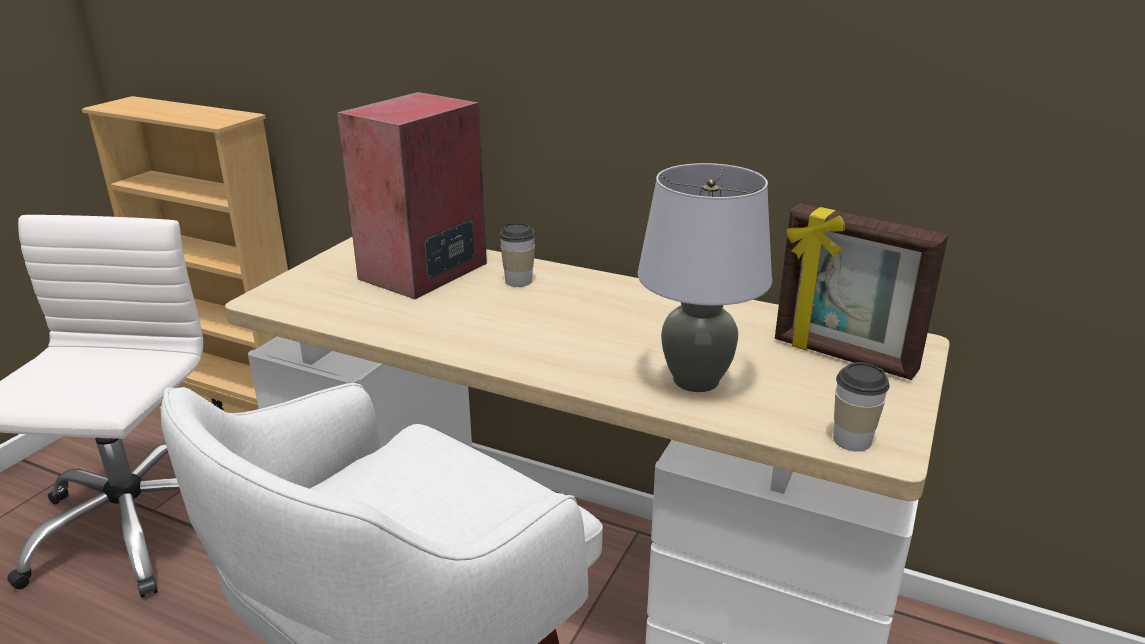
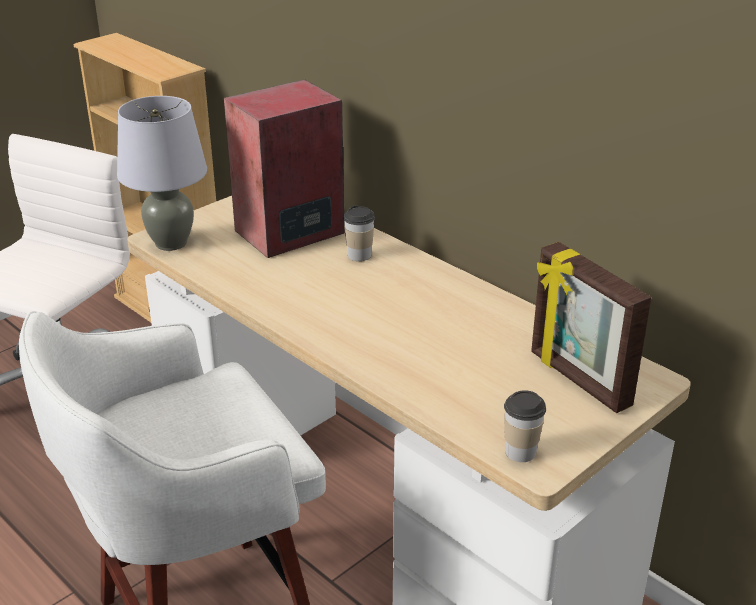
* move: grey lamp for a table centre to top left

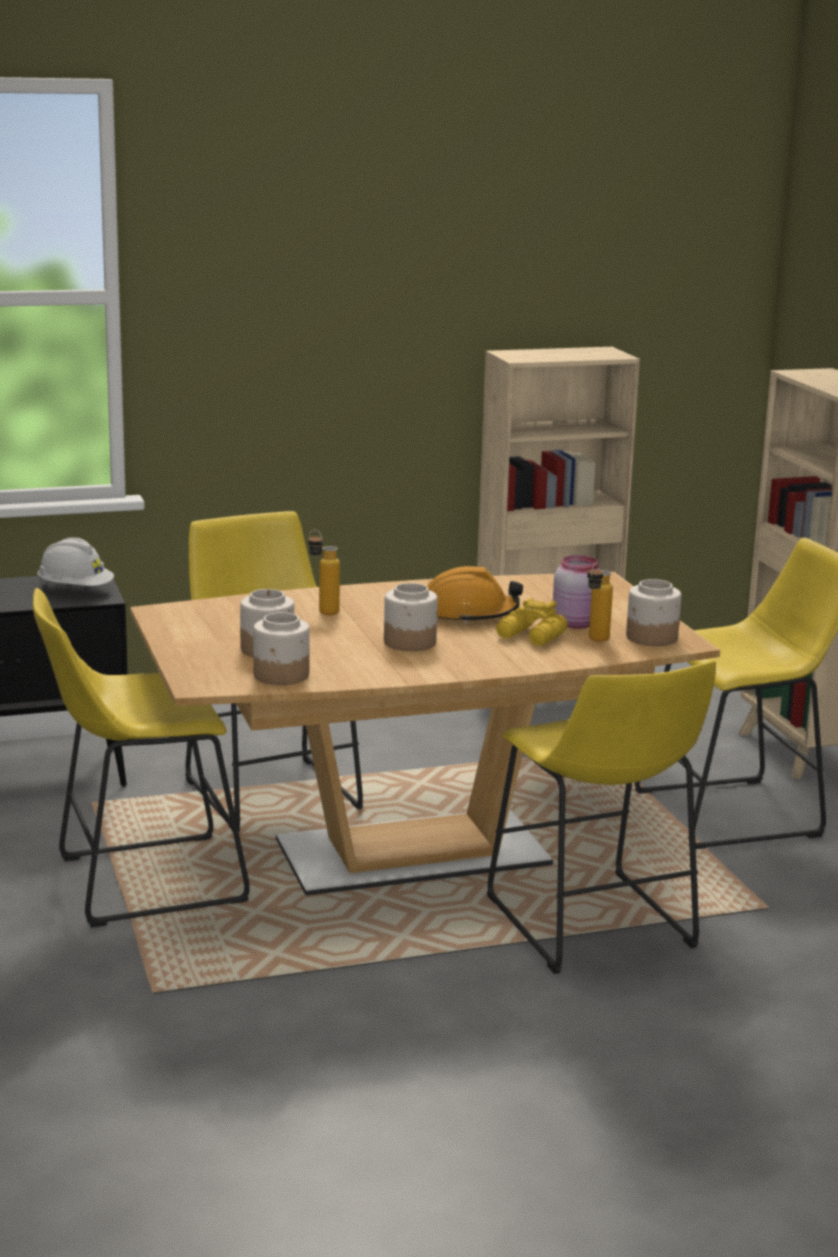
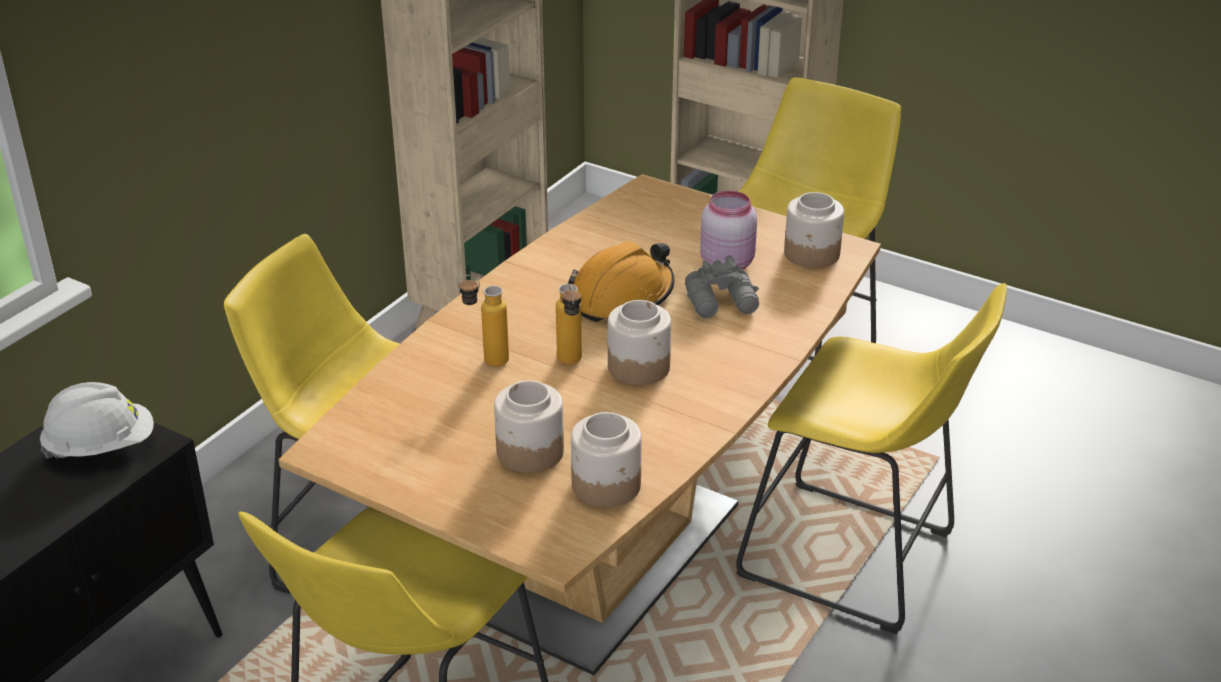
* move: bottle (2nd from left) middle right to centre
* recolor: yellow pair of binoculars centre to grey pair of binoculars centre

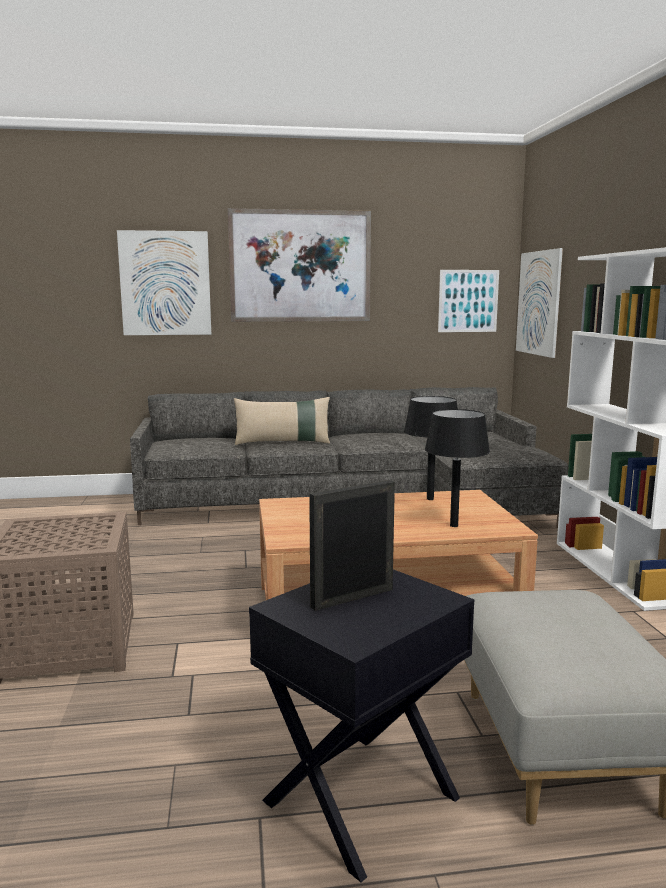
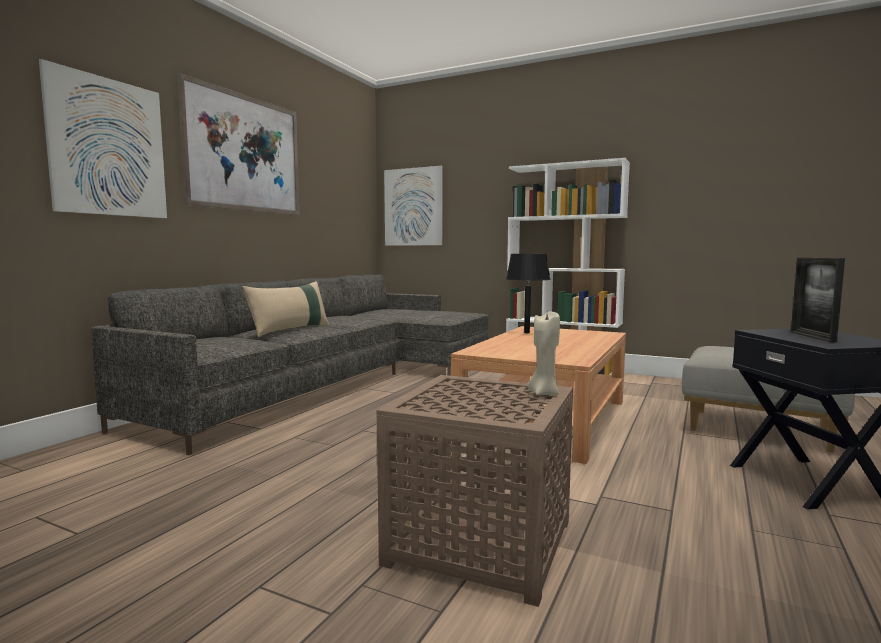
* delete: picture (3rd from left) middle right
* delete: black lamp for a table (2nd from left) middle right
* insert: sand-coloured wax light centre

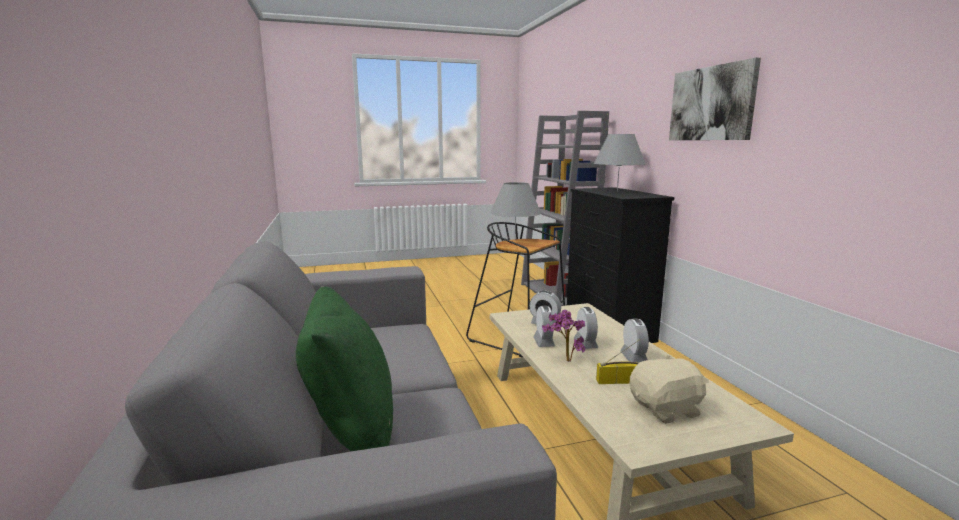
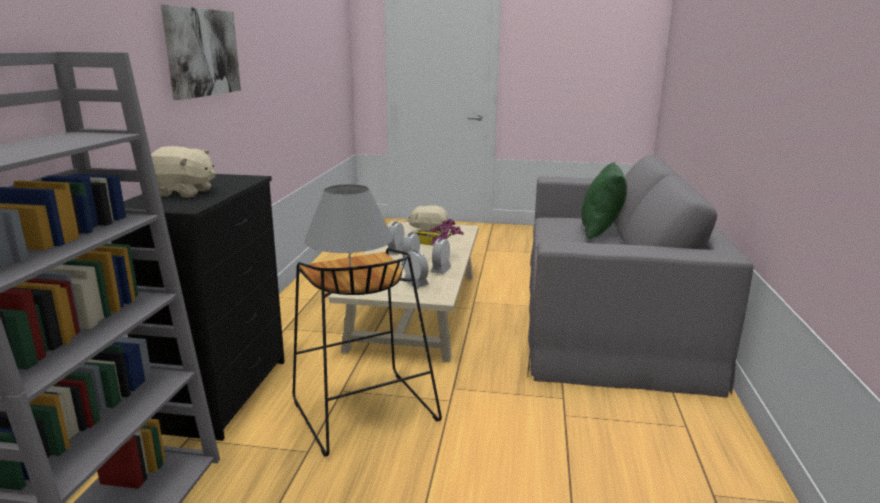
* replace: grey lamp for a table (2nd from left) top centre to sand-coloured plush toy (1st from left) middle left

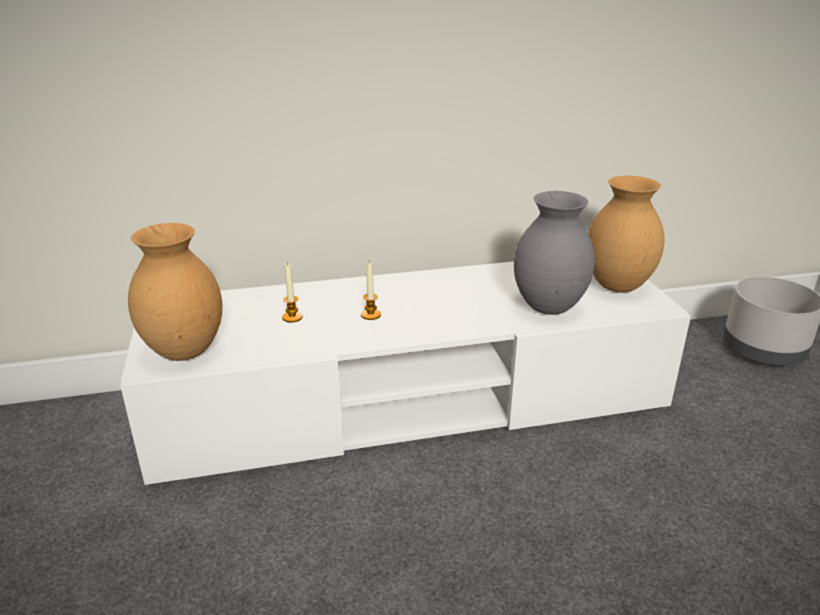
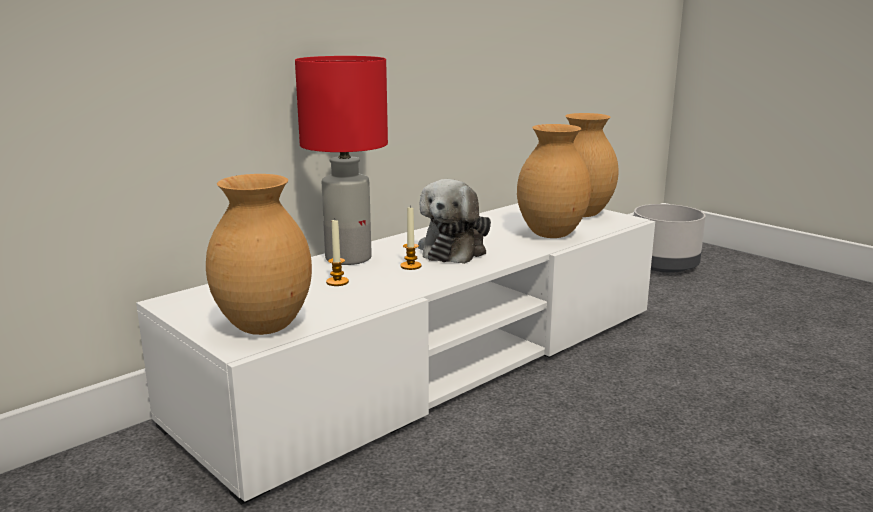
* recolor: grey flower vase middle right to brownish flower vase (2nd from left) centre
* insert: red lamp for a table top centre
* insert: plush toy centre

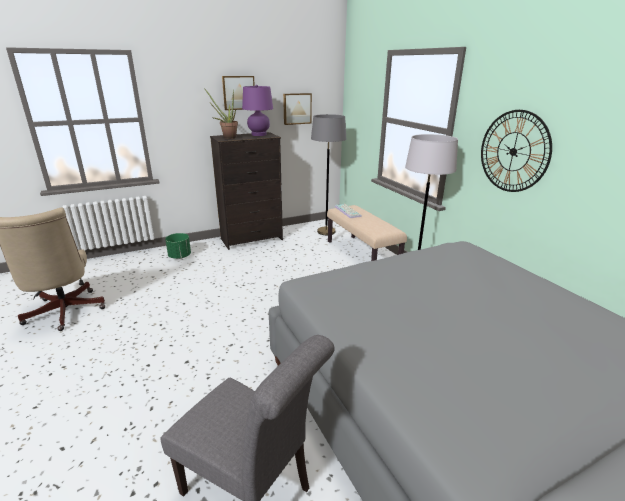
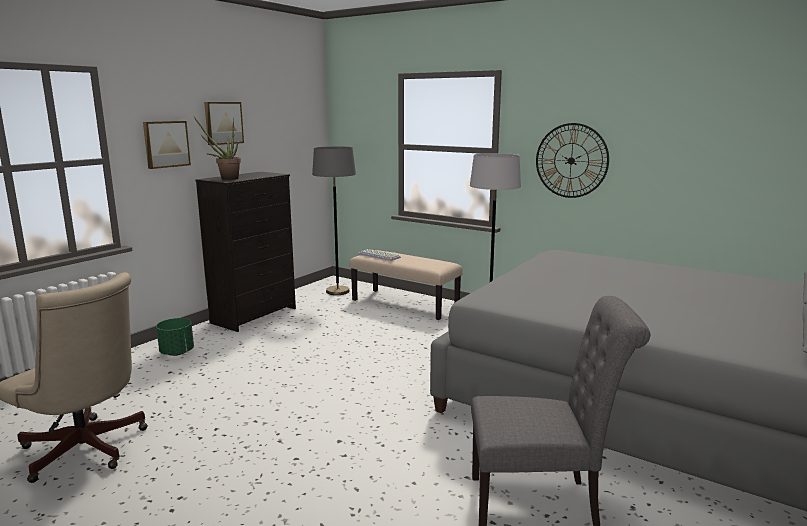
* delete: purple lamp for a table top centre
* move: picture (2nd from left in the first image) top centre to picture (1st from left) top left

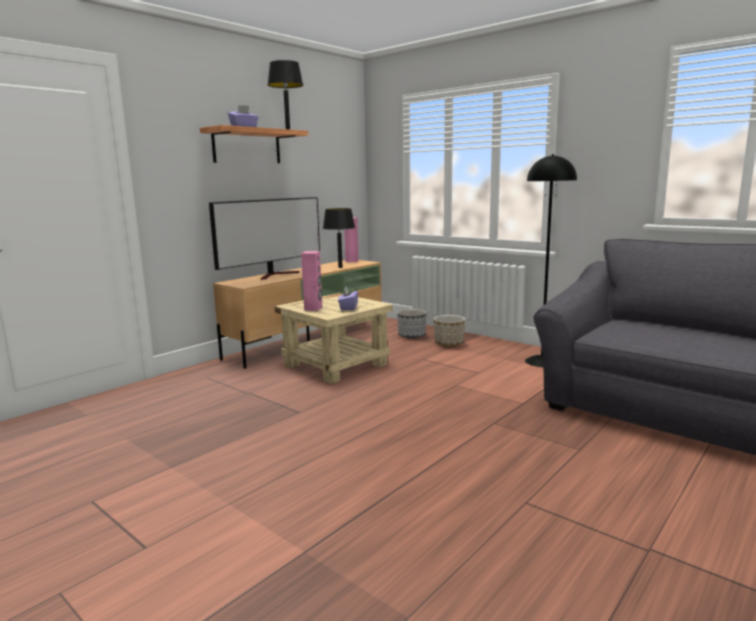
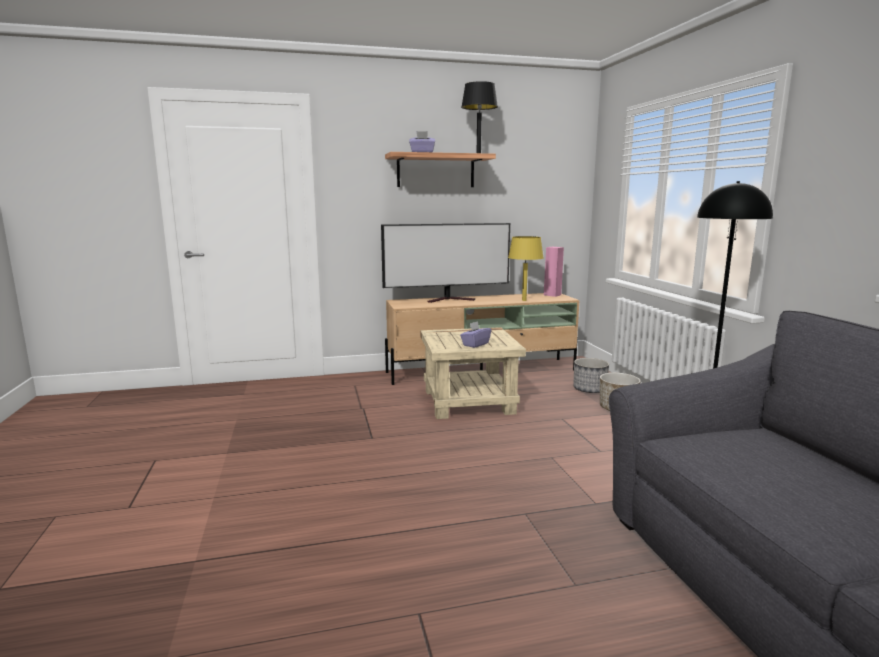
* recolor: black lamp for a table (2nd from left) centre to yellow lamp for a table centre
* delete: pink-coloured speaker (1st from left) centre

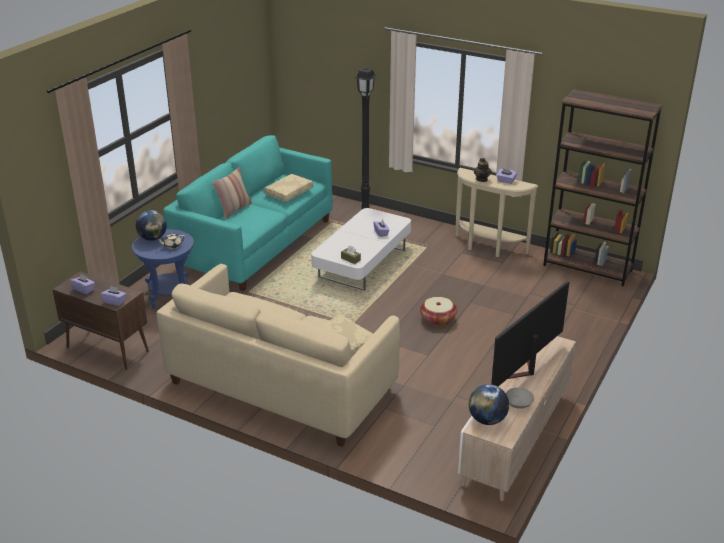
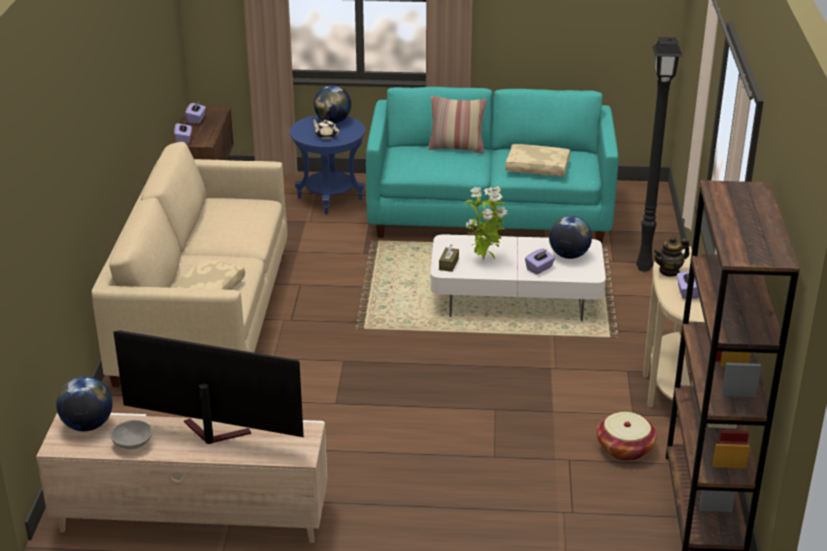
* move: basket centre to bottom right
* insert: plant in a pot centre
* insert: globe (3rd from left) middle right

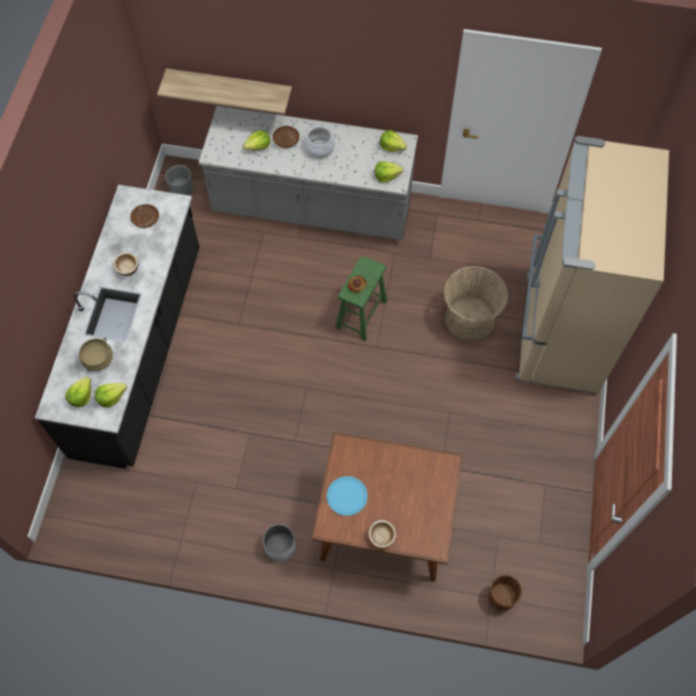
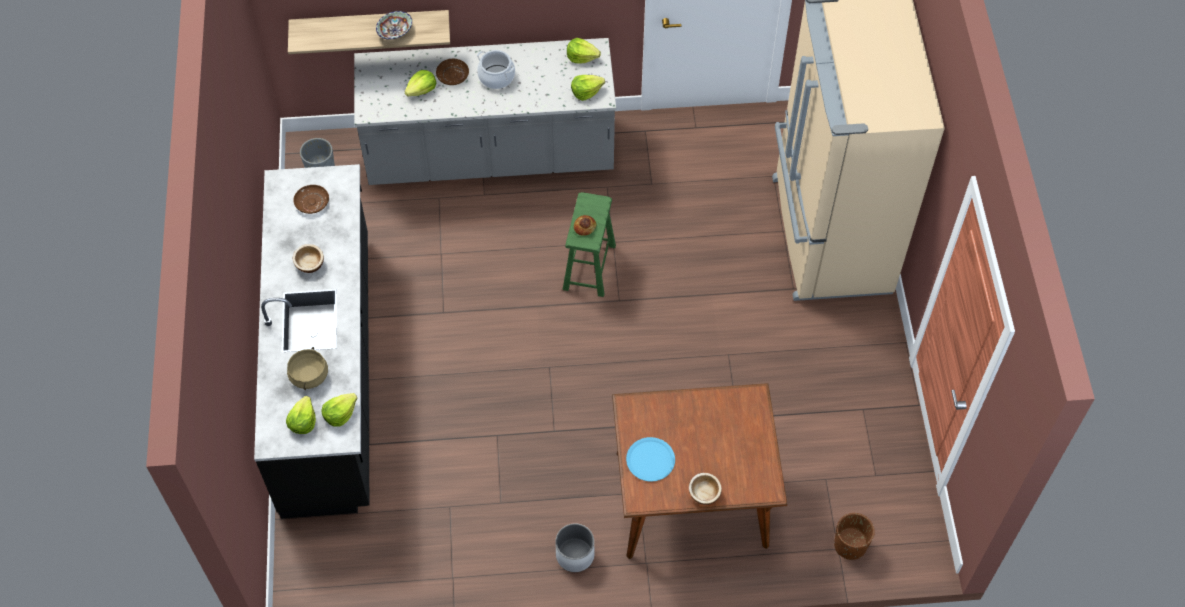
* delete: basket middle right
* insert: deep dish (2nd from left) top left

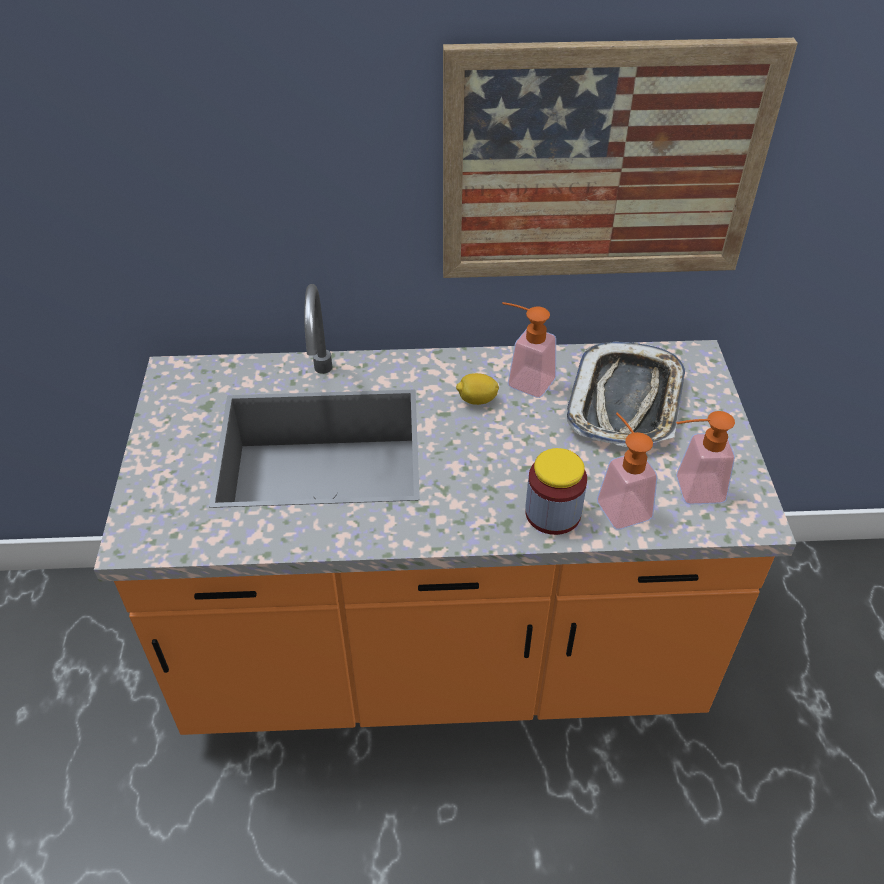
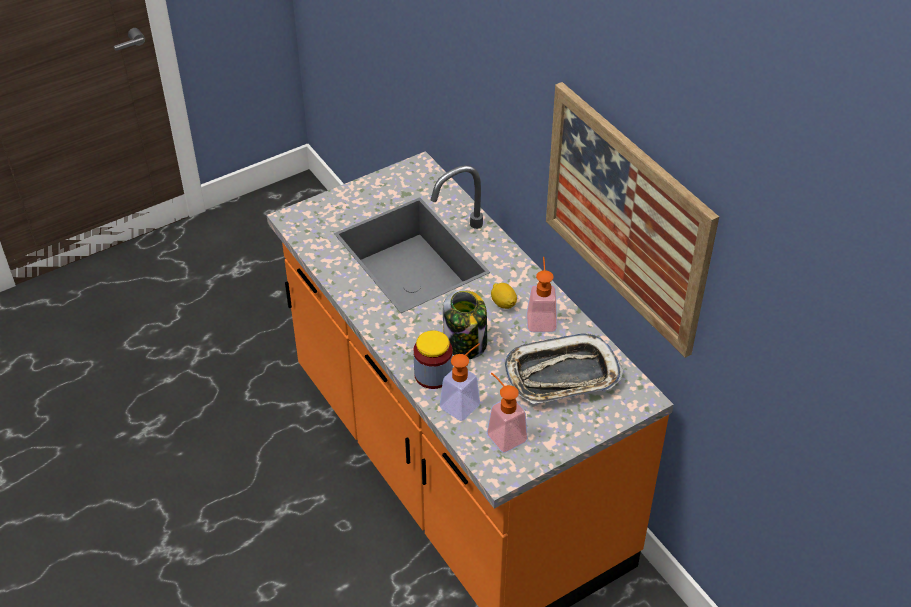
* insert: storage jar (2nd from left) centre

